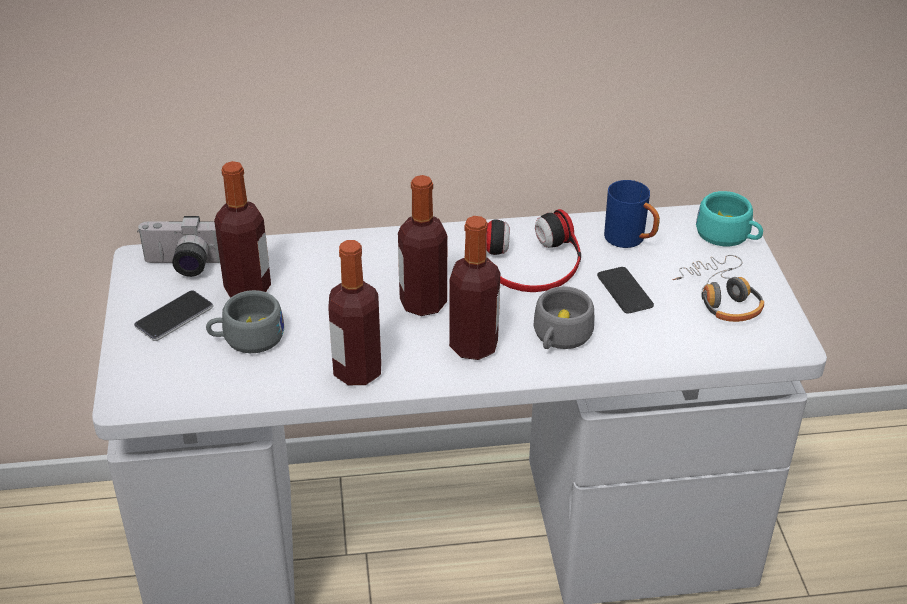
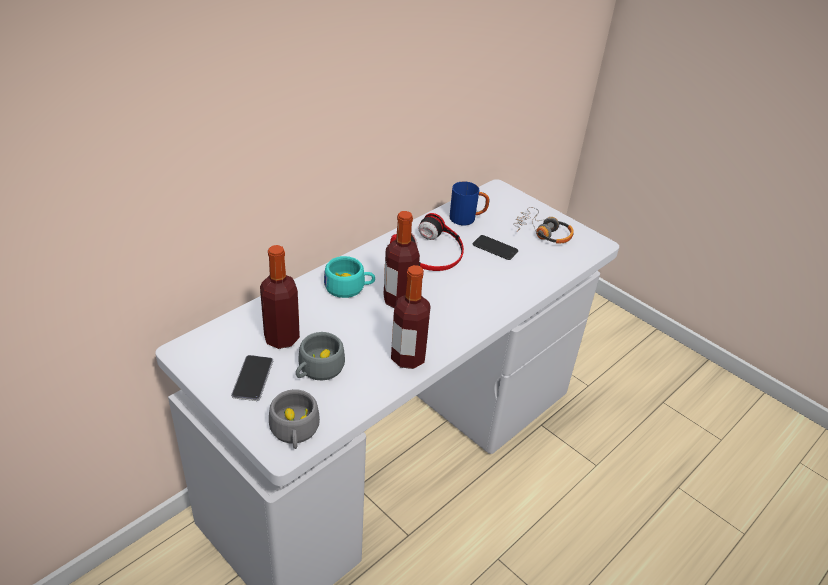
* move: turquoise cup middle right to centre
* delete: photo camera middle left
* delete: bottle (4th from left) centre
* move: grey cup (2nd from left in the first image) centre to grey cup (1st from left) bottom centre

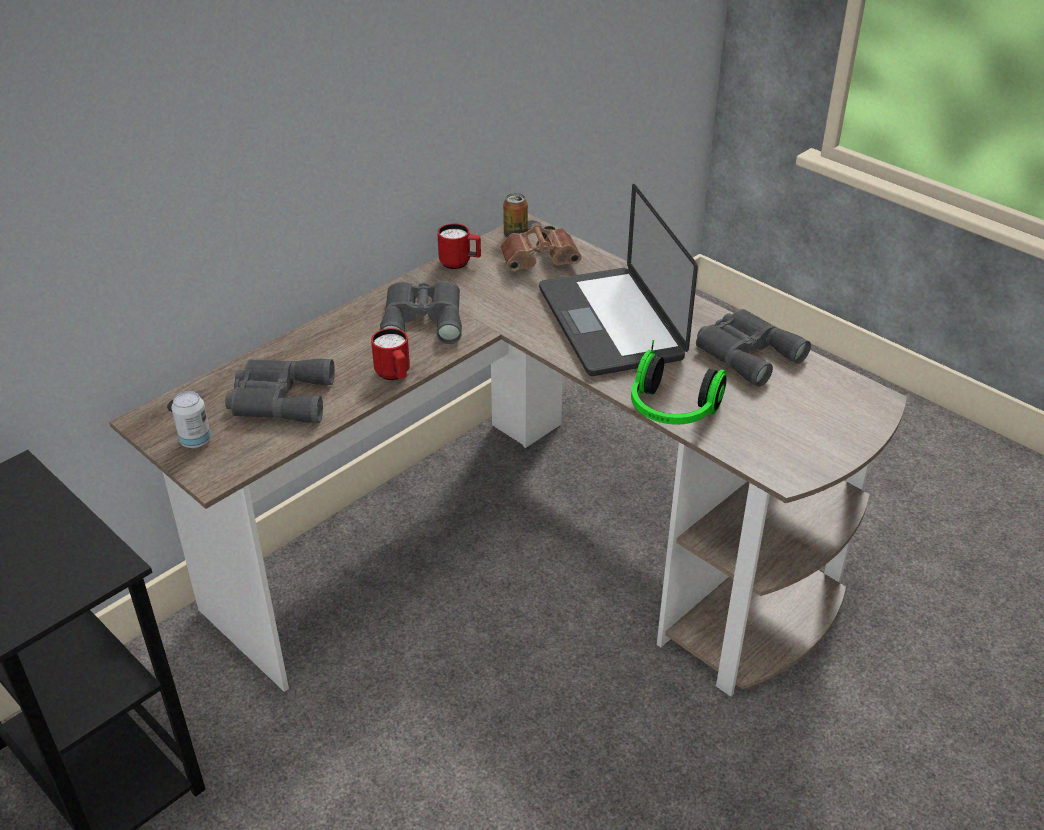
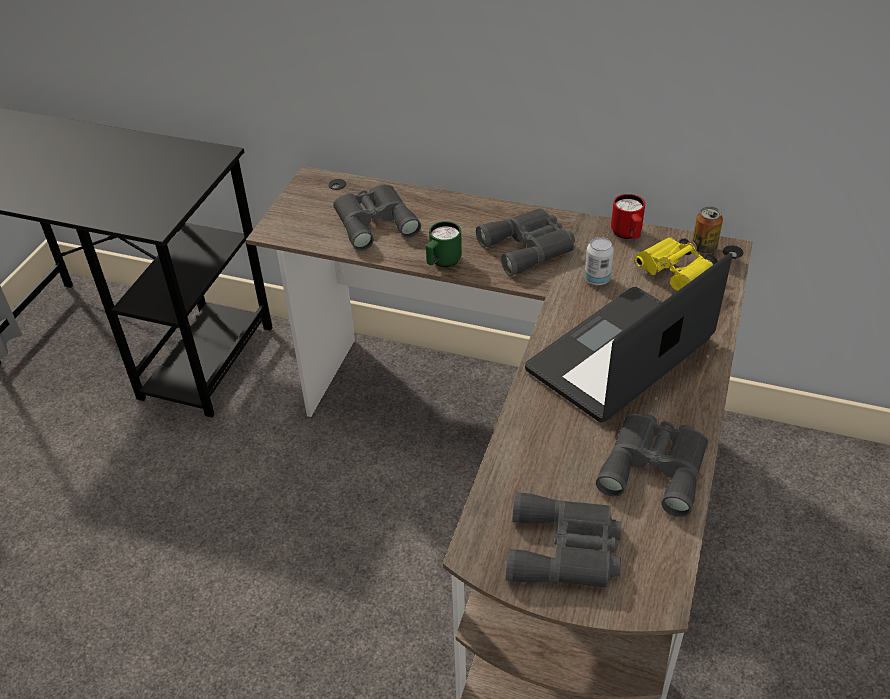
* recolor: brownish pair of binoculars top centre to yellow pair of binoculars middle right
* recolor: red coffee mug (1st from left) centre to green-coloured coffee mug centre
* delete: pair of headphones centre
* move: can (1st from left) middle left to middle right
* insert: grey pair of binoculars (3rd from left) bottom centre

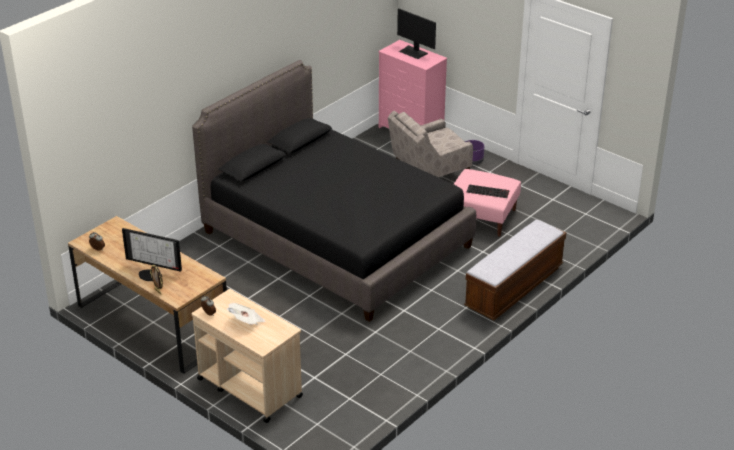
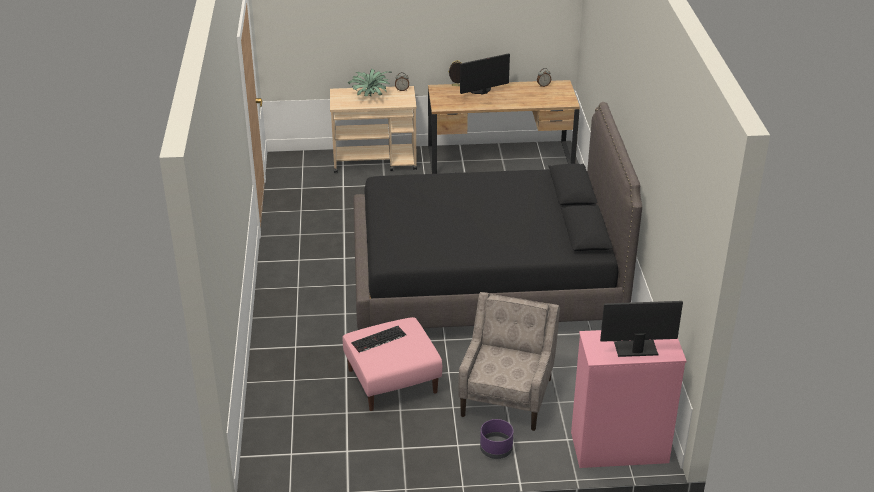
* delete: bench middle right
* replace: newspaper bottom centre to plant in a pot top centre

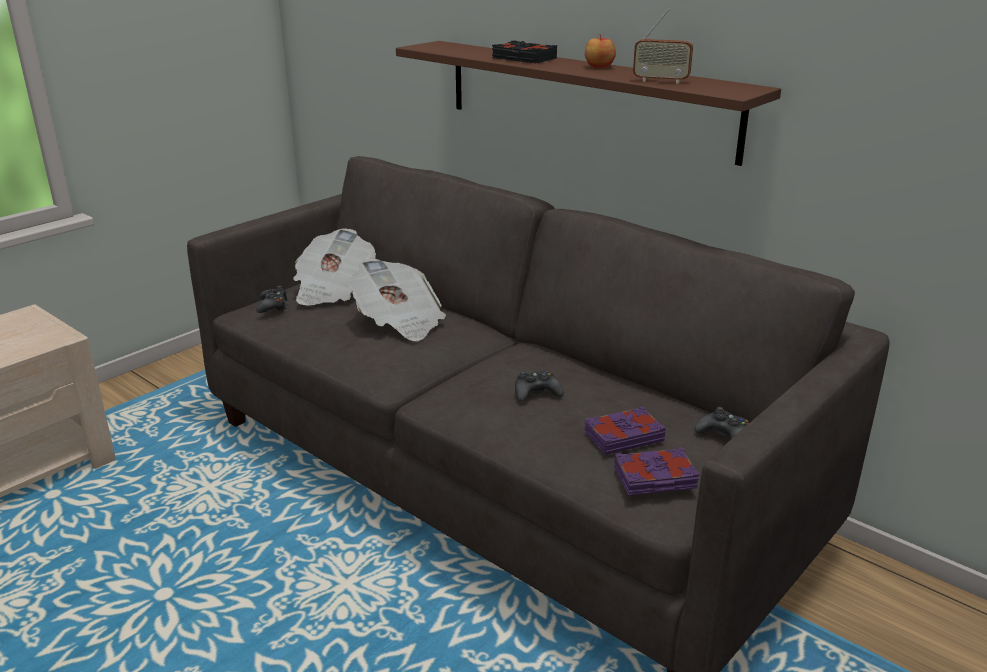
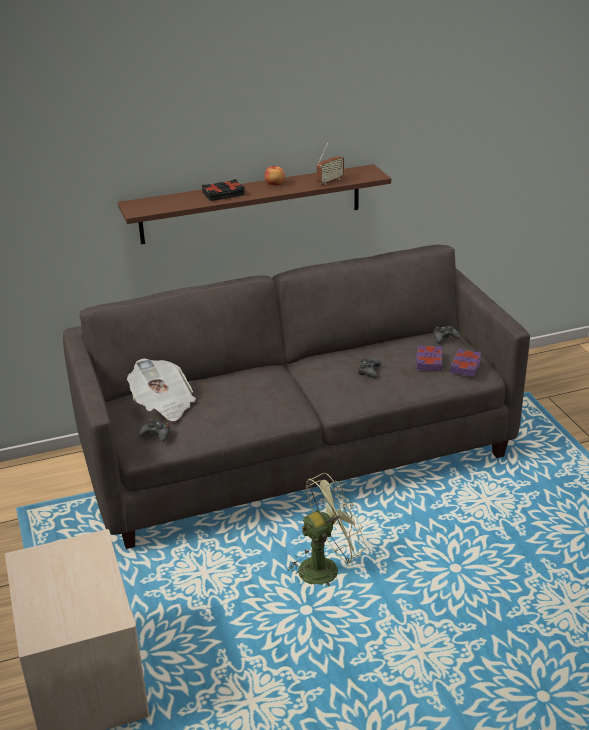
* delete: newspaper (2nd from left) centre
* insert: green-coloured cooling fan bottom centre

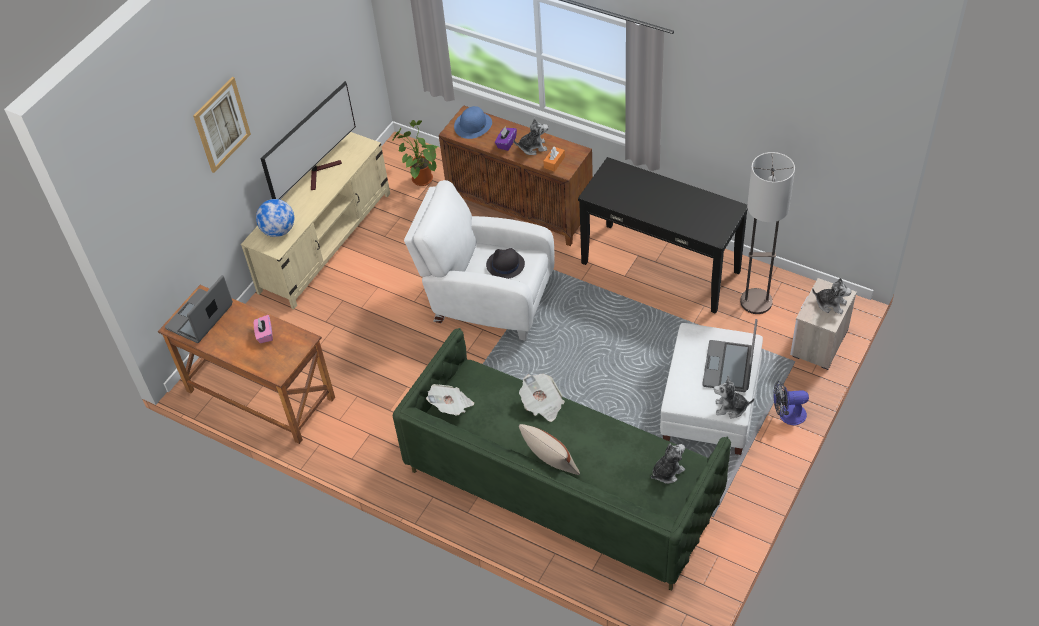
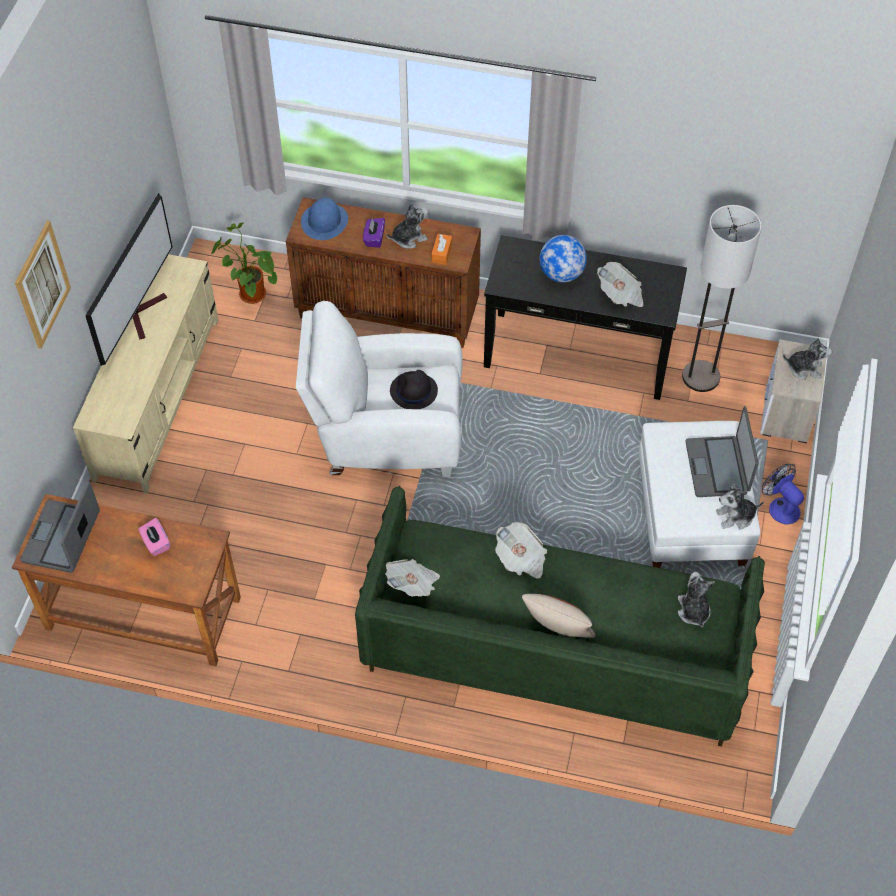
* move: globe middle left to top centre
* rotate: cooling fan middle right = middle right 75 degrees clockwise
* rotate: plush toy (2nd from left) bottom centre = bottom right 45 degrees counterclockwise
* insert: newspaper (3rd from left) top right

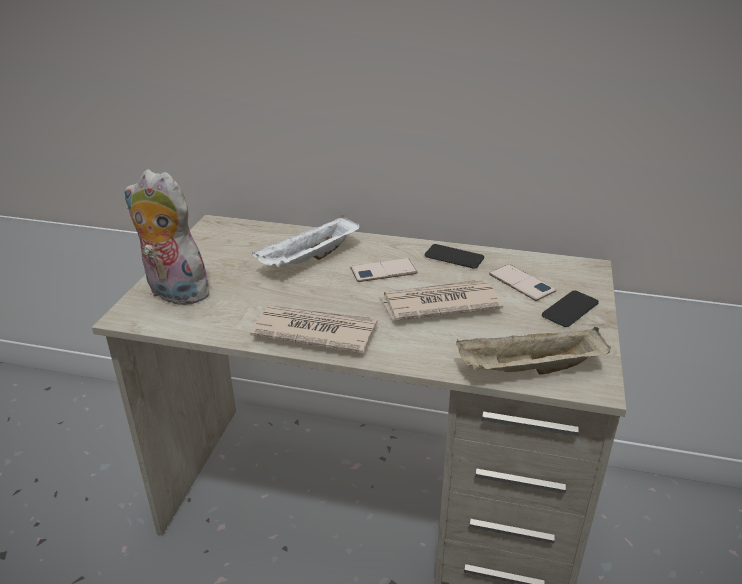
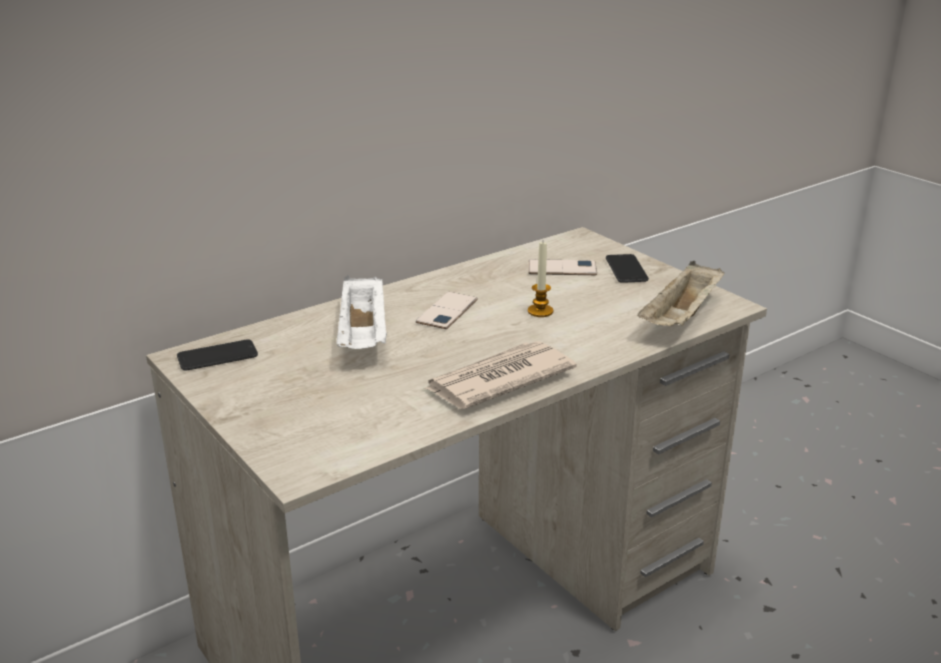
* delete: plush toy middle left
* move: telephone (2nd from left in the first image) centre to telephone (1st from left) middle left
* replace: newspaper (2nd from left) centre to wax light centre

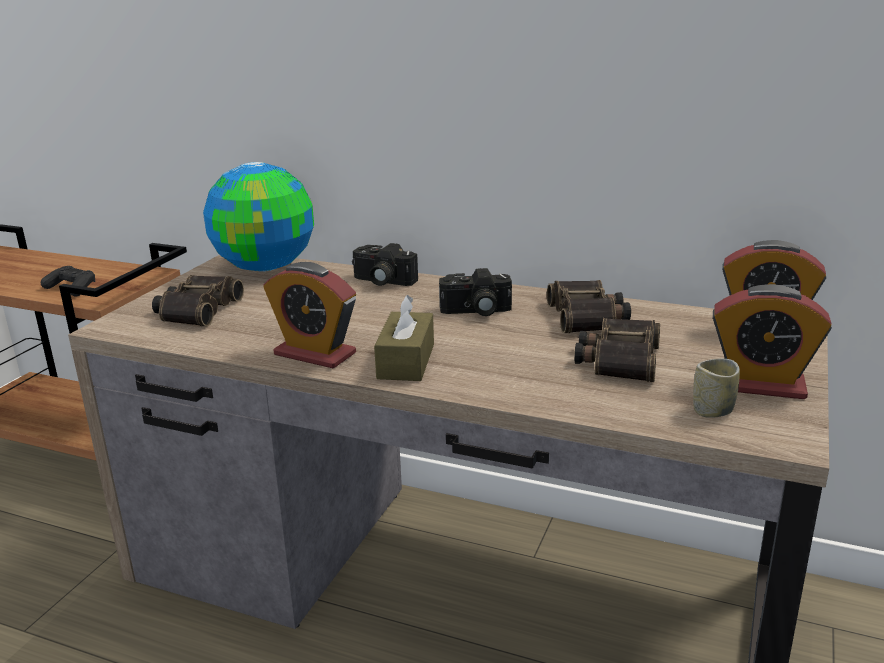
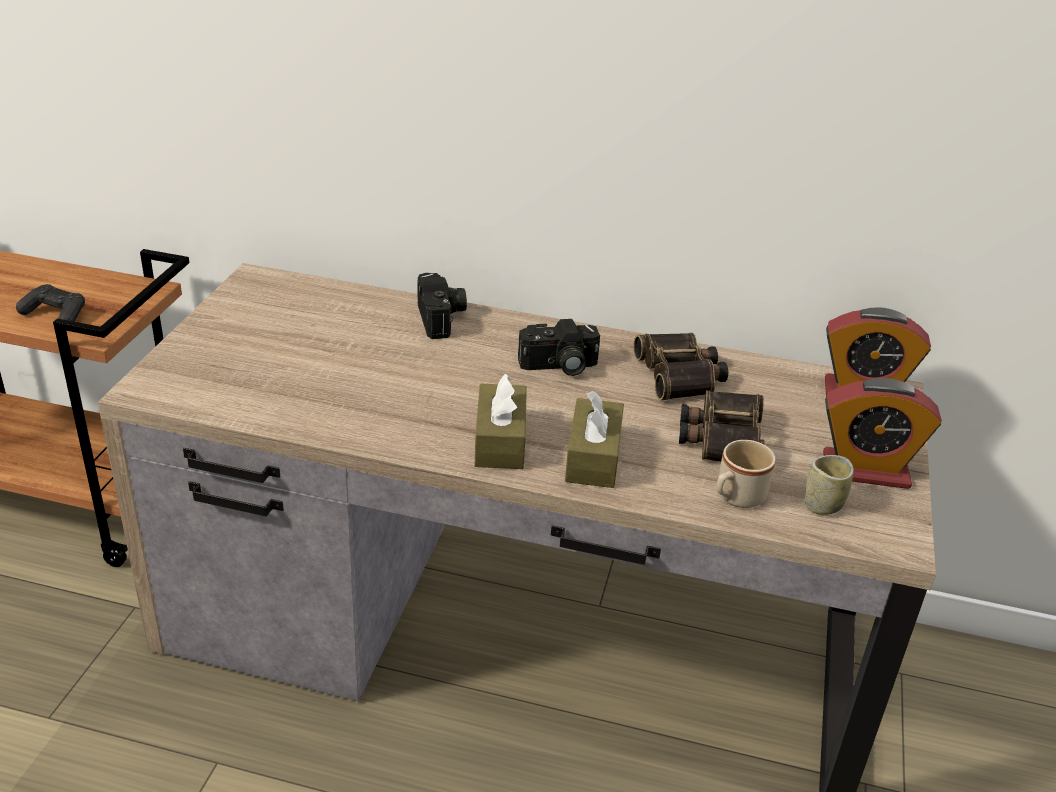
* delete: globe top left
* rotate: photo camera (1st from left) centre = centre 120 degrees counterclockwise
* delete: bedside clock (1st from left) centre
* delete: pair of binoculars (1st from left) middle left
* insert: brownish tissue box (2nd from left) centre
* insert: sand-coloured coffee mug middle right

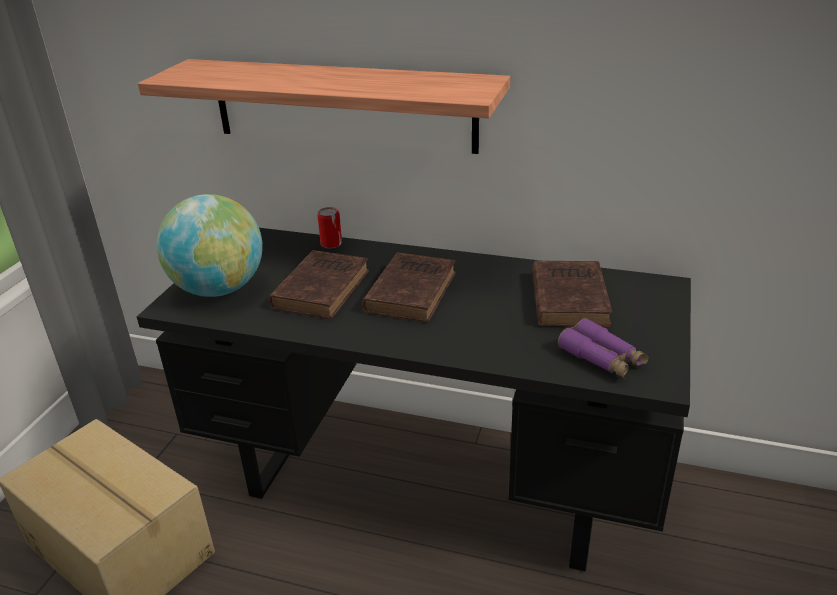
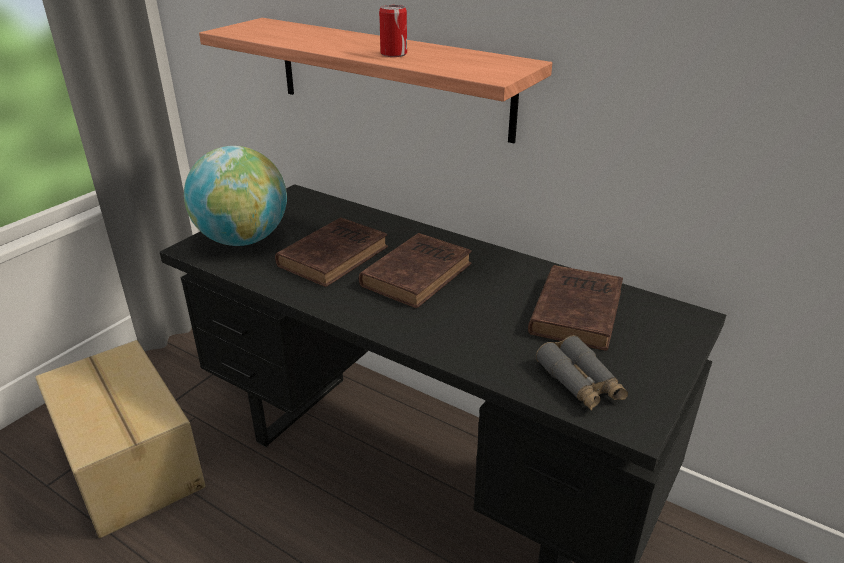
* move: can centre to top centre
* recolor: purple pair of binoculars middle right to grey pair of binoculars middle right

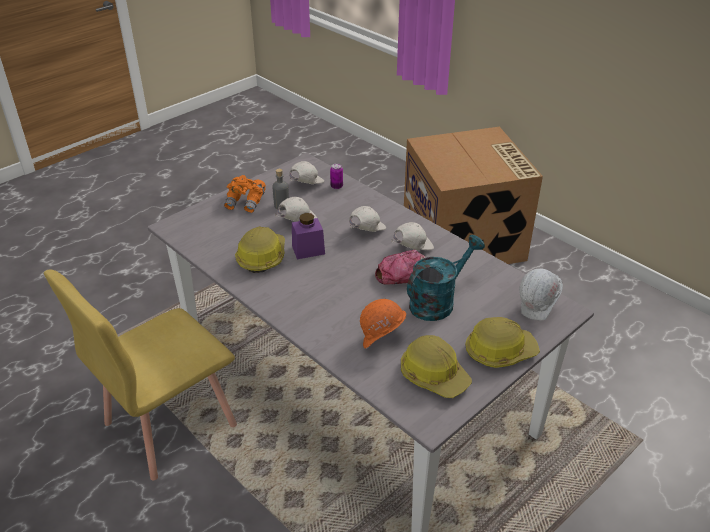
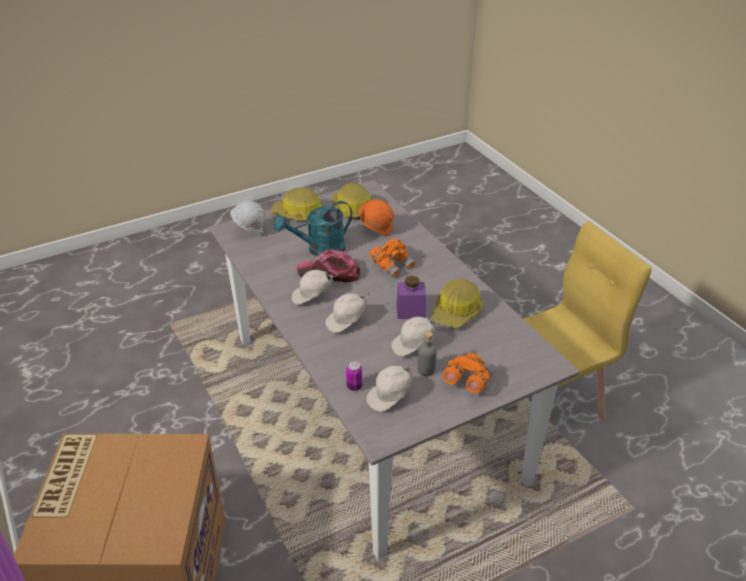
* insert: orange-coloured pair of binoculars (1st from left) centre

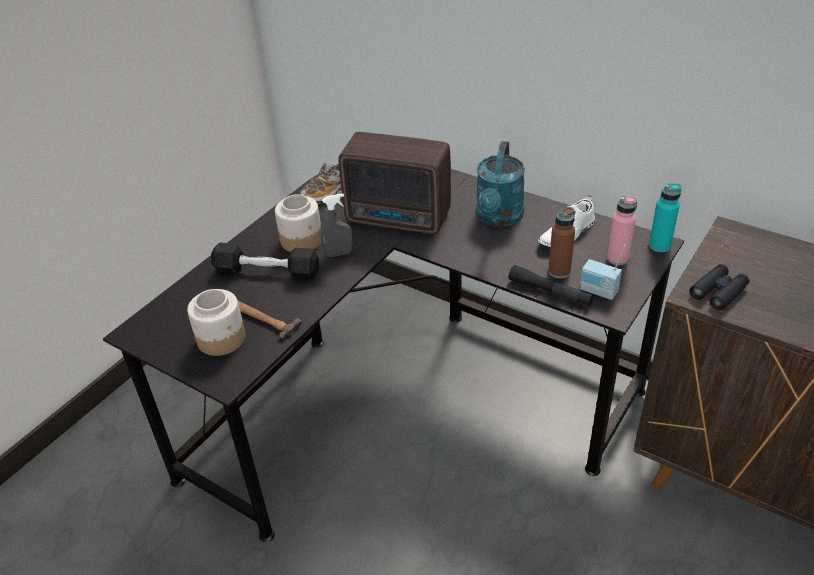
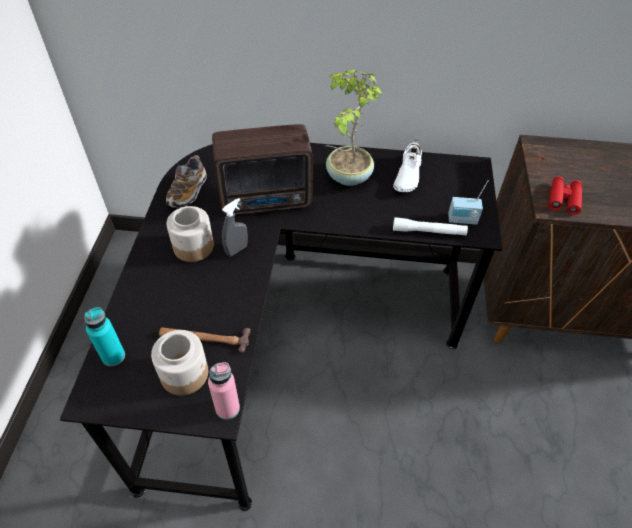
* replace: turquoise watering can top centre to plant in a pot top centre
* move: turquoise bottle middle right to middle left
* move: pink-coloured bottle middle right to bottom centre
* delete: brownish bottle middle right
* delete: black hand weight middle left
* recolor: black pair of binoculars middle right to red pair of binoculars middle right
* recolor: black hand torch middle right to whitish hand torch middle right

